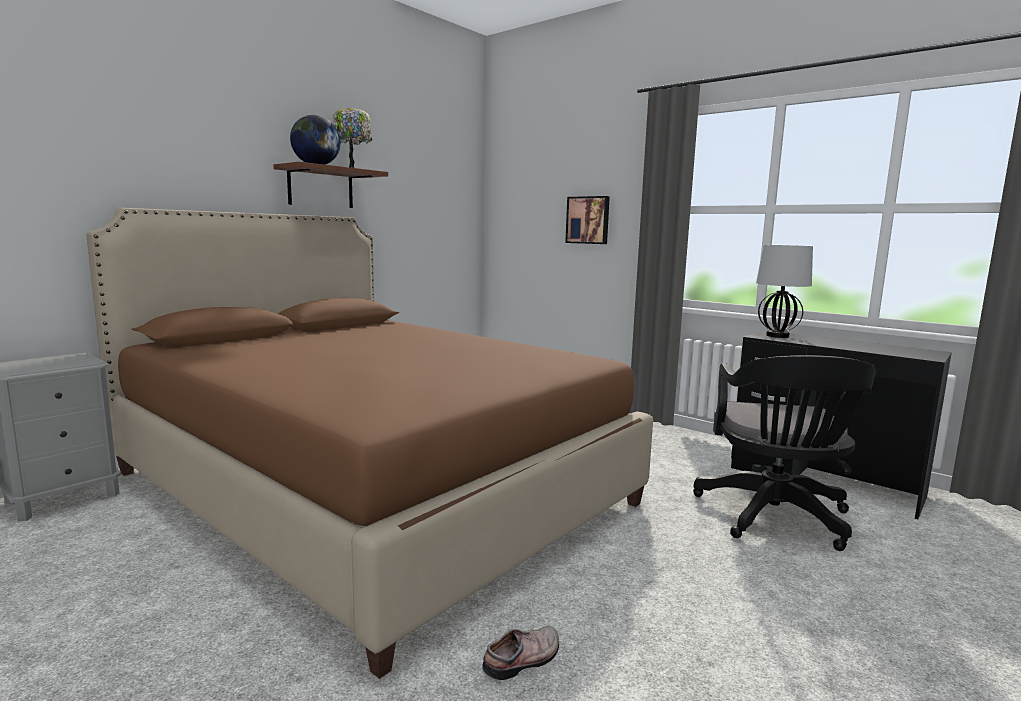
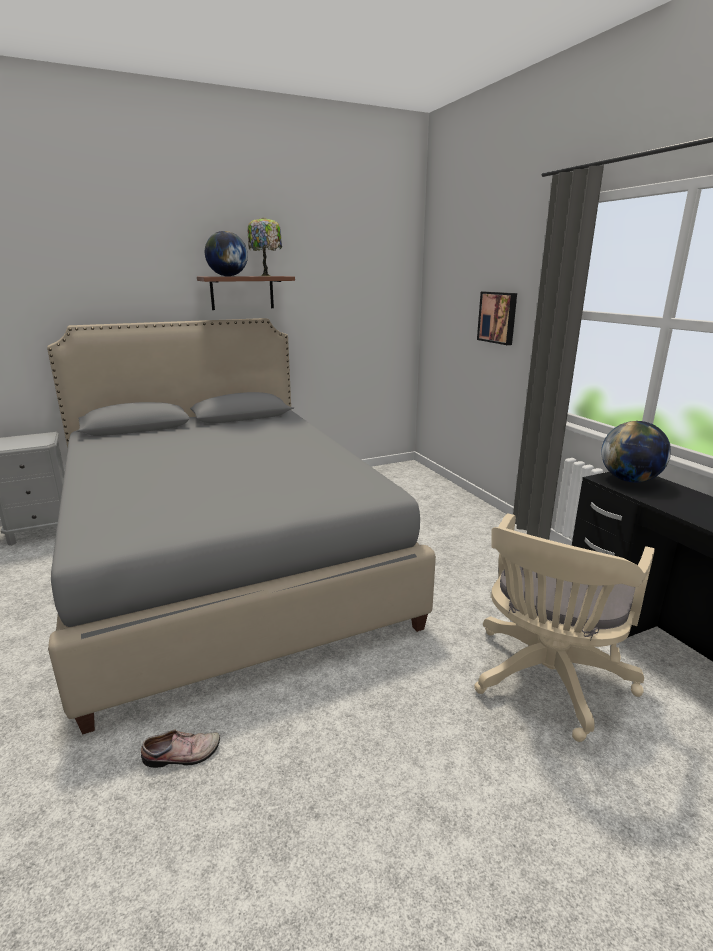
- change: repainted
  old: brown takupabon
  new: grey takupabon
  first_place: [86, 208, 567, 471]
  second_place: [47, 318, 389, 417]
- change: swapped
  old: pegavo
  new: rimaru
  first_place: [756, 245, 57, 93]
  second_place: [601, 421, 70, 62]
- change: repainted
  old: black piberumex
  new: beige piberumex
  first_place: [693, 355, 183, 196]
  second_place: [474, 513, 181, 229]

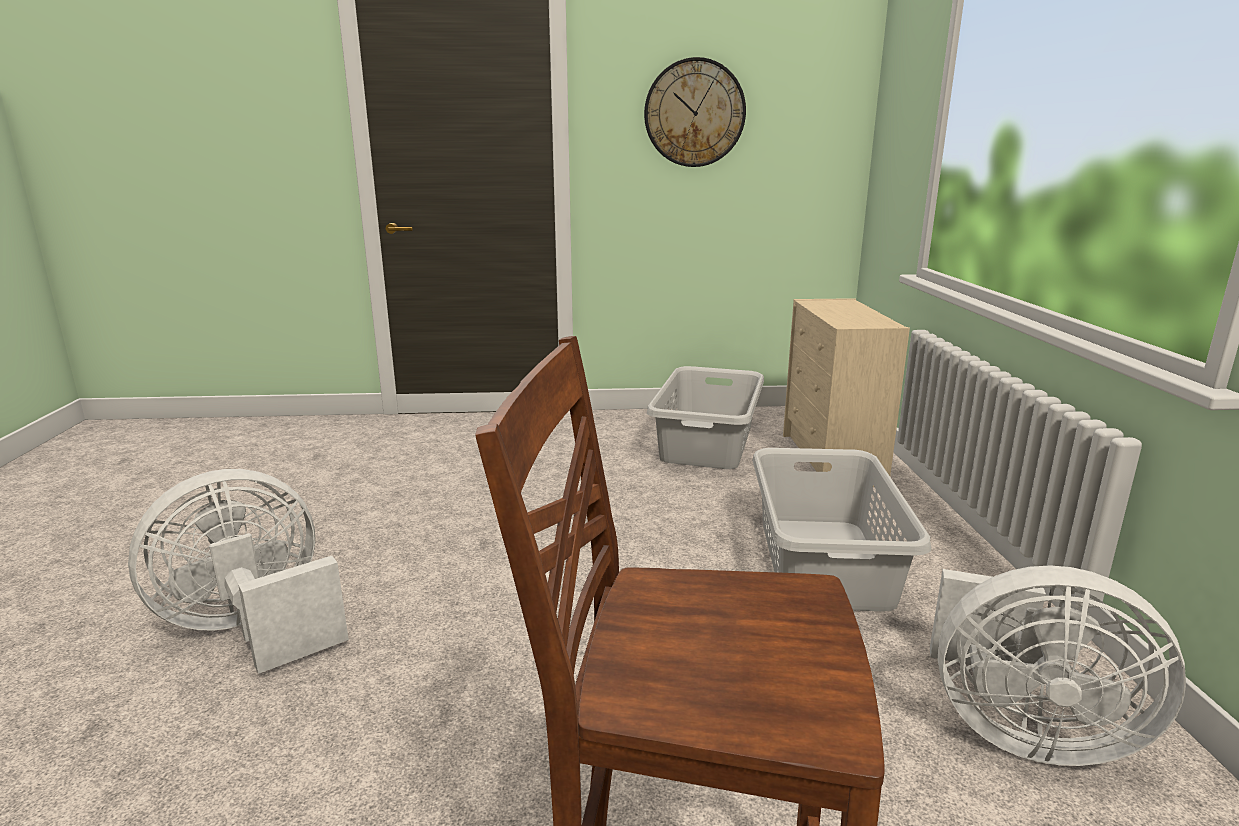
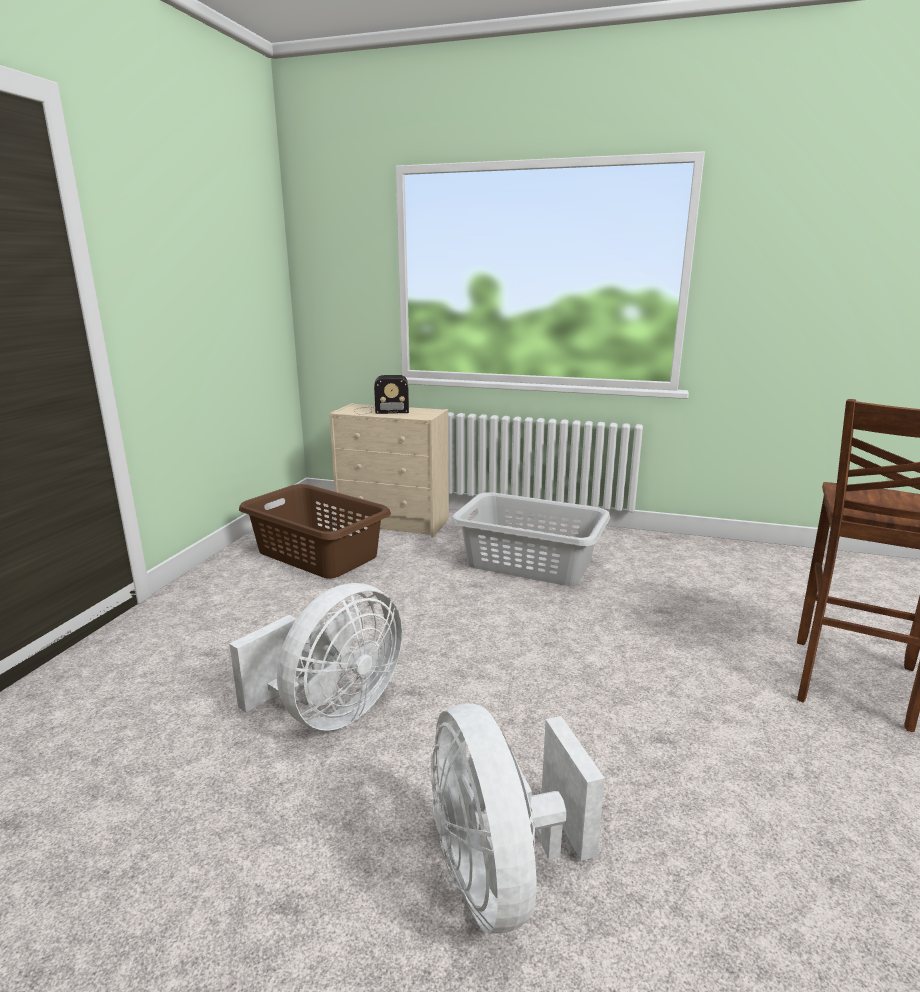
- change: gone
  old: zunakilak
  first_place: [644, 57, 102, 110]
- change: repainted
  old: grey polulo
  new: brown polulo
  first_place: [647, 366, 117, 103]
  second_place: [239, 484, 152, 95]
- change: shifted
  old: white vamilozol
  first_place: [930, 565, 256, 201]
  second_place: [229, 583, 174, 148]
- change: new
  new: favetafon
  second_place: [354, 375, 55, 40]

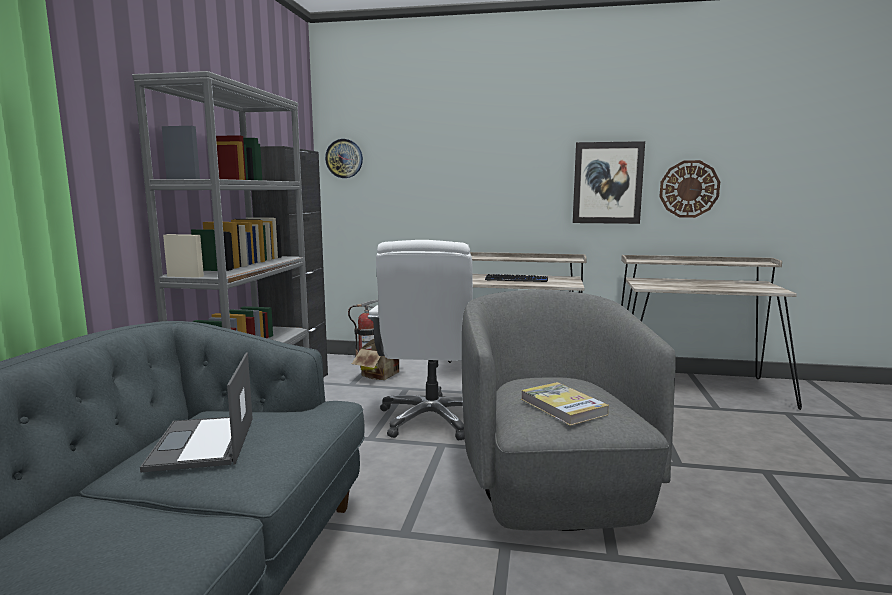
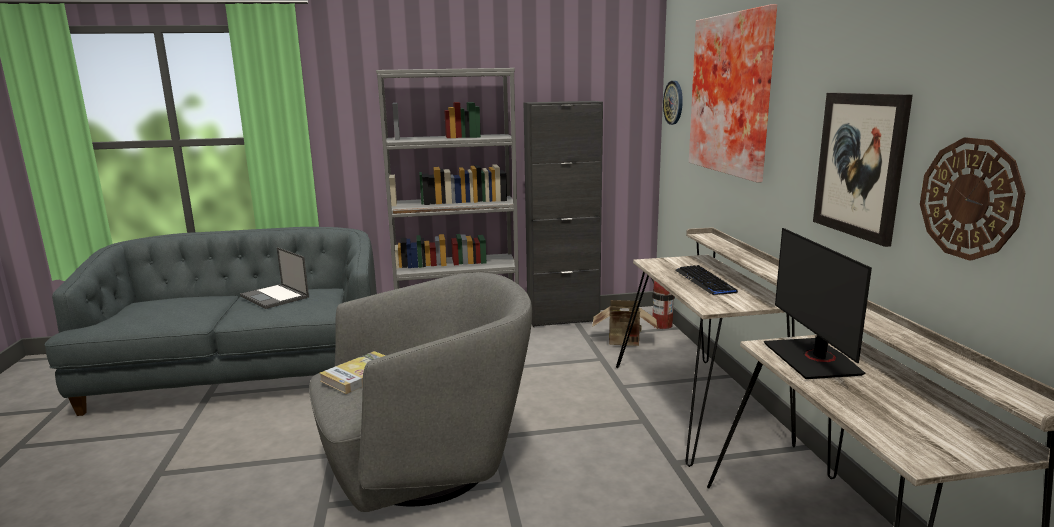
- change: gone
  old: white piberumex
  first_place: [368, 240, 105, 201]
- change: rotated
  old: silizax
  first_place: [140, 352, 113, 120]
  second_place: [240, 247, 69, 62]
  degrees: -105
- change: new
  new: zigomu
  second_place: [689, 4, 88, 179]
- change: new
  new: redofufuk
  second_place: [764, 228, 108, 151]

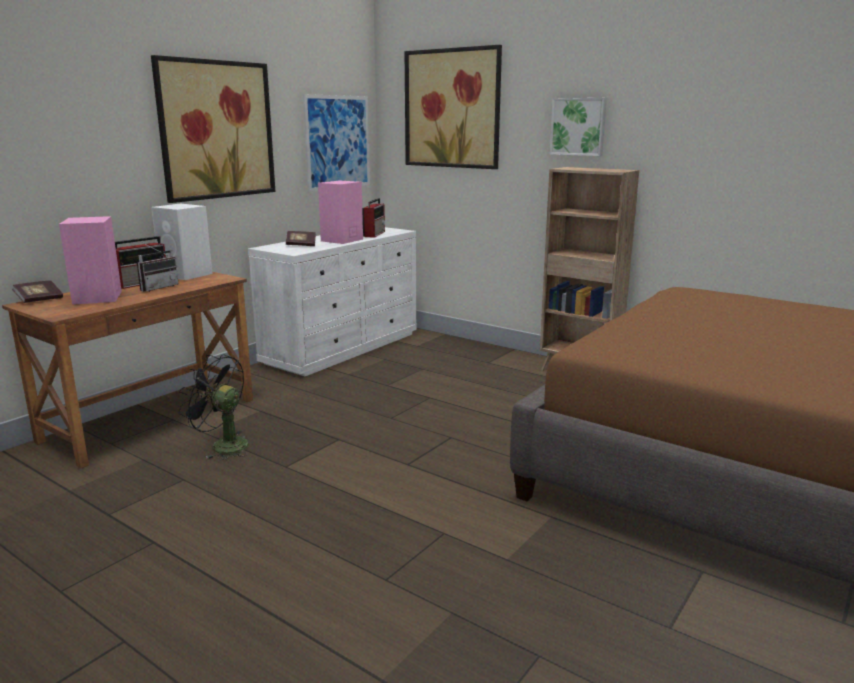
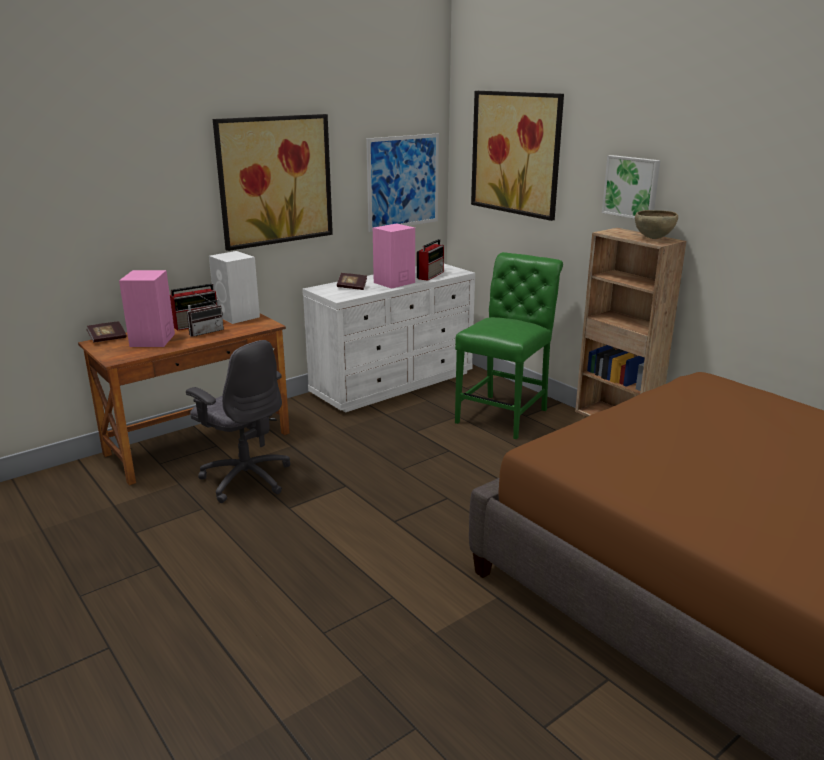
- change: swapped
  old: black vamilozol
  new: grey piberumex
  first_place: [179, 354, 70, 106]
  second_place: [186, 340, 105, 163]
- change: new
  new: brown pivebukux
  second_place: [635, 210, 43, 29]
- change: new
  new: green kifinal
  second_place: [455, 252, 108, 187]

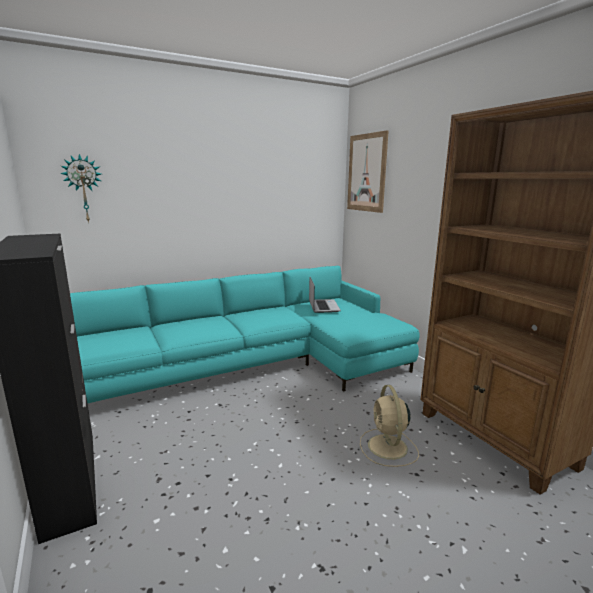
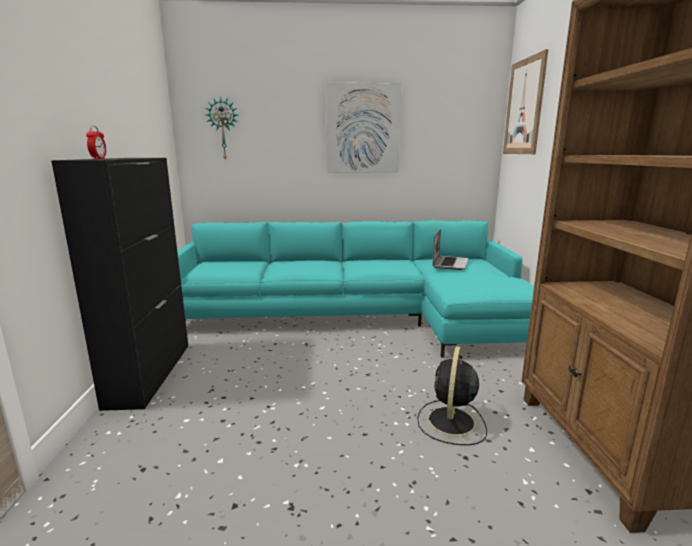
- change: repainted
  old: beige vamilozol
  new: black vamilozol
  first_place: [360, 385, 59, 82]
  second_place: [417, 346, 70, 99]
- change: new
  new: zigomu
  second_place: [326, 83, 75, 90]
- change: new
  new: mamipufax
  second_place: [86, 126, 20, 33]

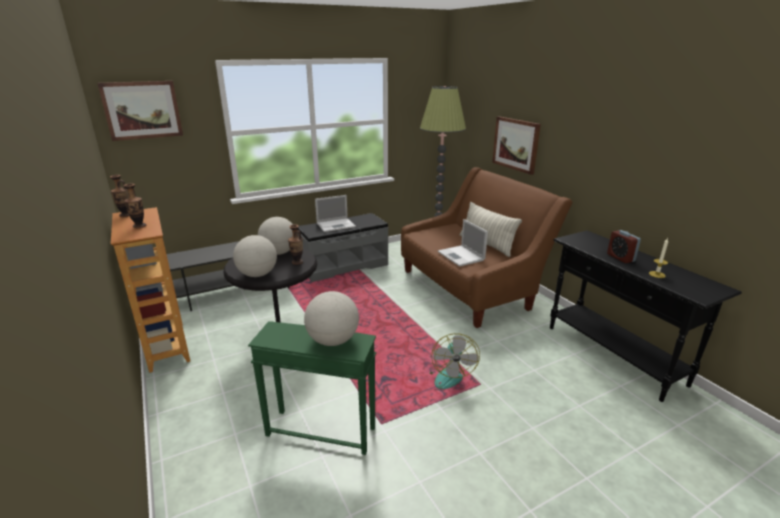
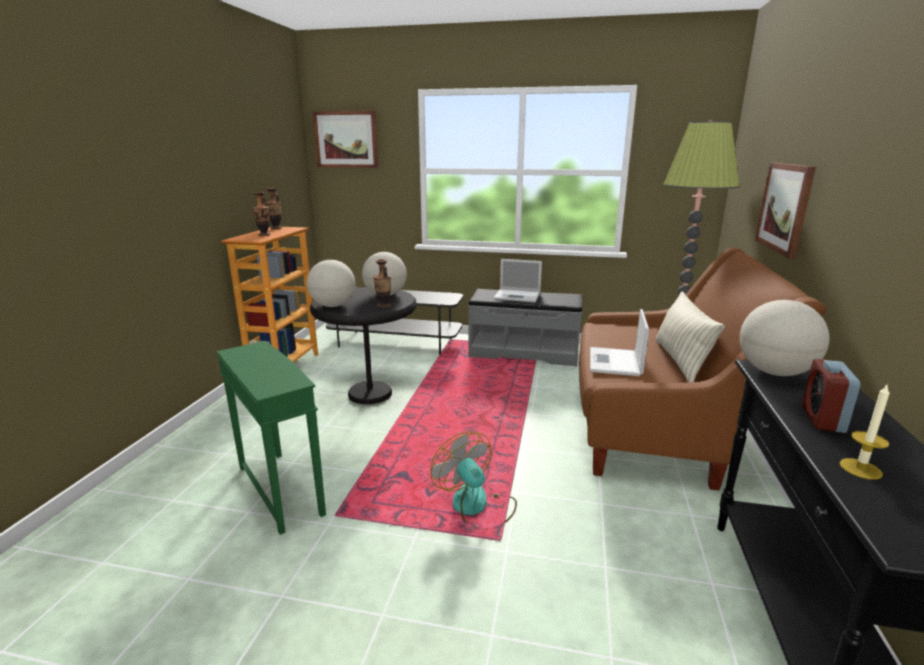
- change: shifted
  old: rimaru
  first_place: [304, 291, 55, 55]
  second_place: [740, 300, 90, 76]
- change: rotated
  old: vamilozol
  first_place: [429, 333, 51, 56]
  second_place: [431, 431, 86, 98]
  degrees: 105

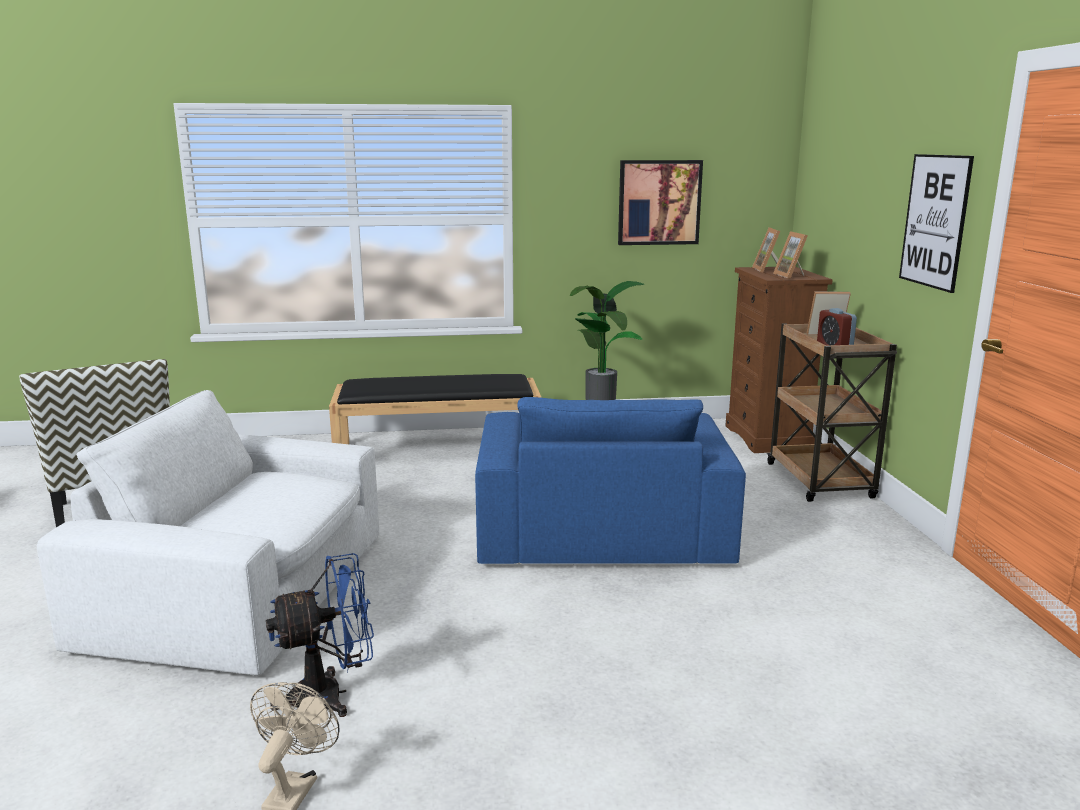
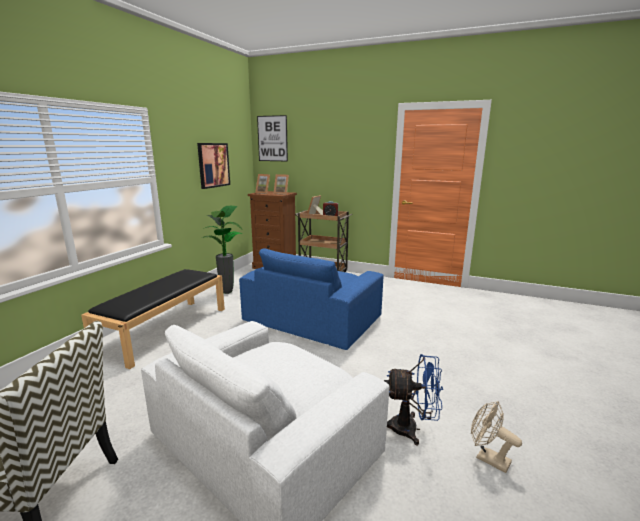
- change: shifted
  old: zigomu
  first_place: [899, 154, 75, 139]
  second_place: [257, 115, 31, 46]
- change: rotated
  old: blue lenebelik
  first_place: [475, 397, 271, 167]
  second_place: [239, 248, 144, 102]
  degrees: 90
- change: rotated
  old: blue vamilozol
  first_place: [266, 553, 108, 164]
  second_place: [384, 354, 59, 92]
  degrees: 90

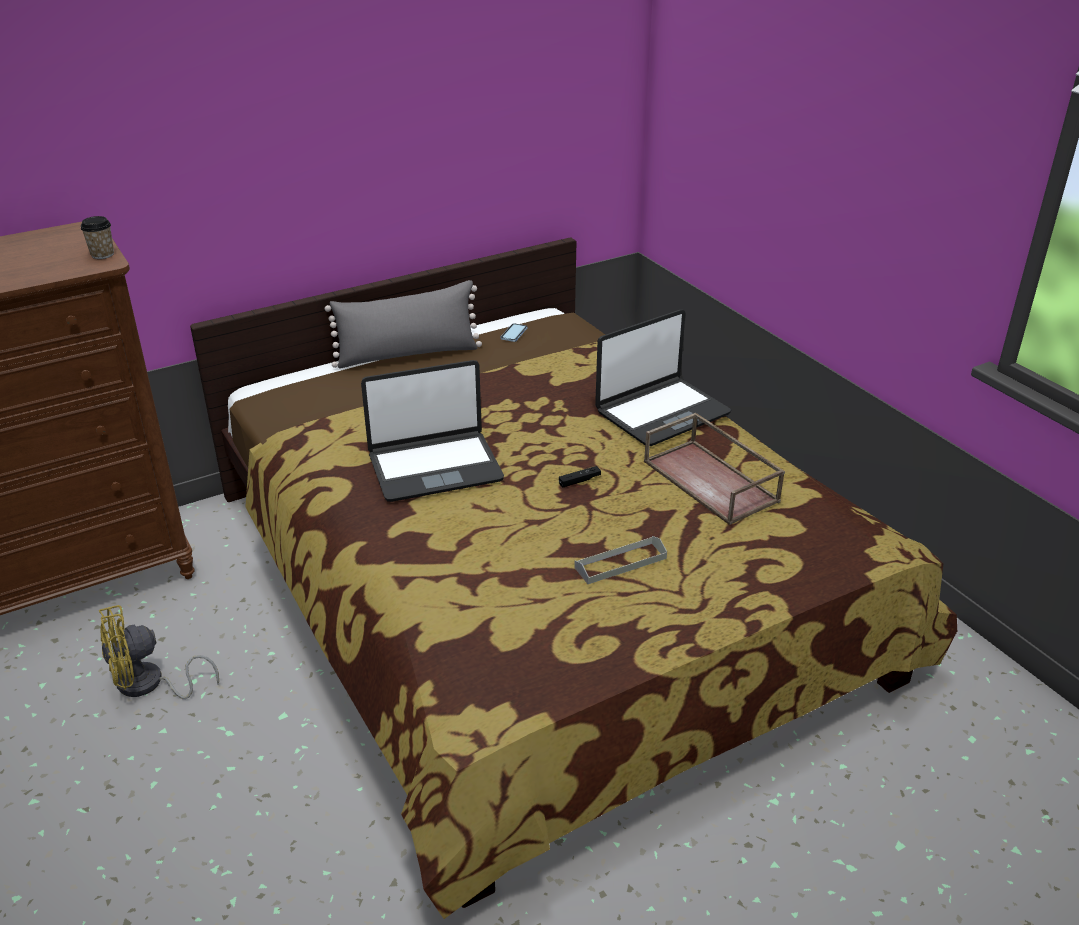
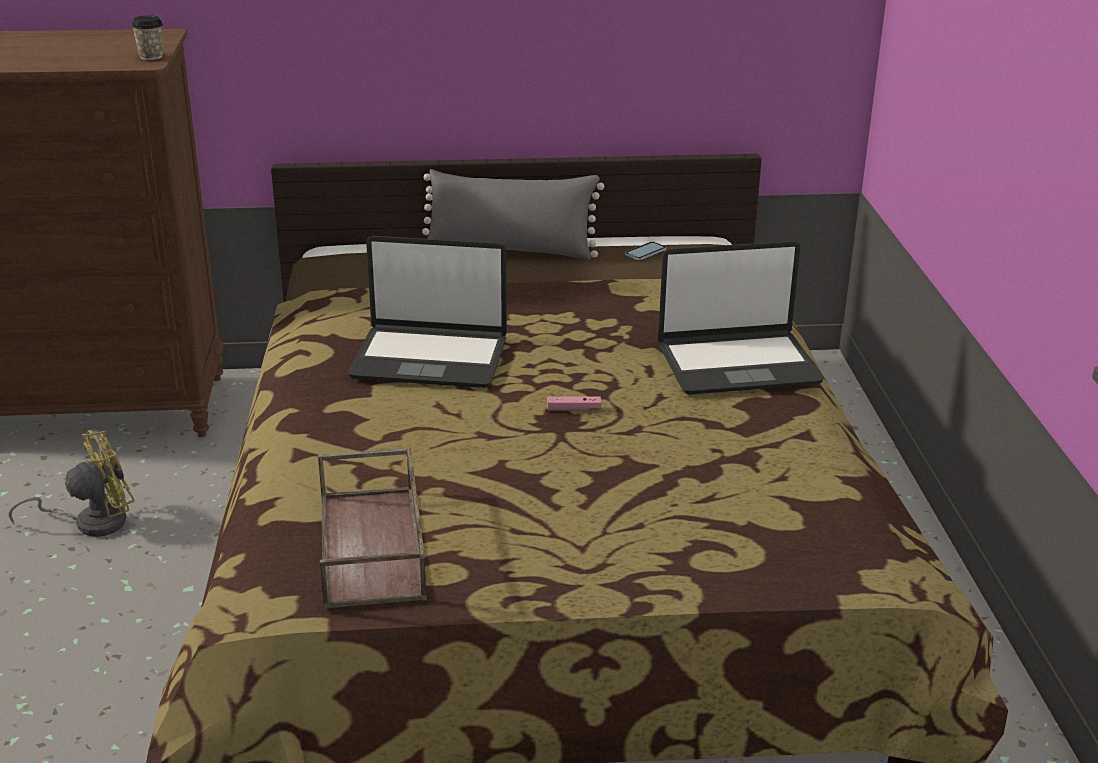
- change: shifted
  old: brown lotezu
  first_place: [644, 413, 141, 112]
  second_place: [318, 448, 109, 161]
- change: repainted
  old: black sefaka
  new: pink sefaka
  first_place: [559, 466, 42, 21]
  second_place: [547, 397, 55, 14]
- change: gone
  old: grey lotezu
  first_place: [574, 536, 93, 48]
- change: rotated
  old: yellow vamilozol
  first_place: [99, 605, 120, 94]
  second_place: [8, 430, 127, 107]
  degrees: 150

